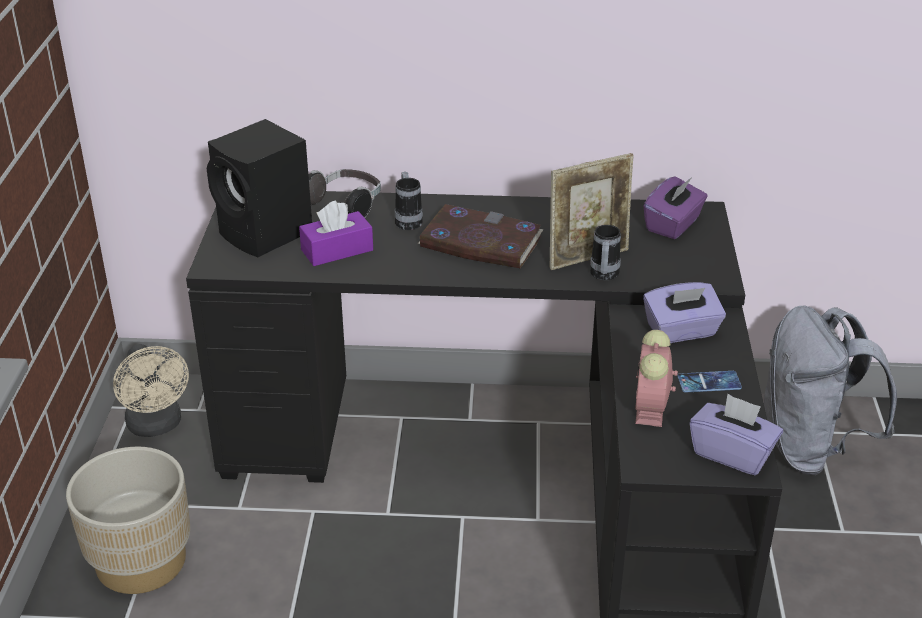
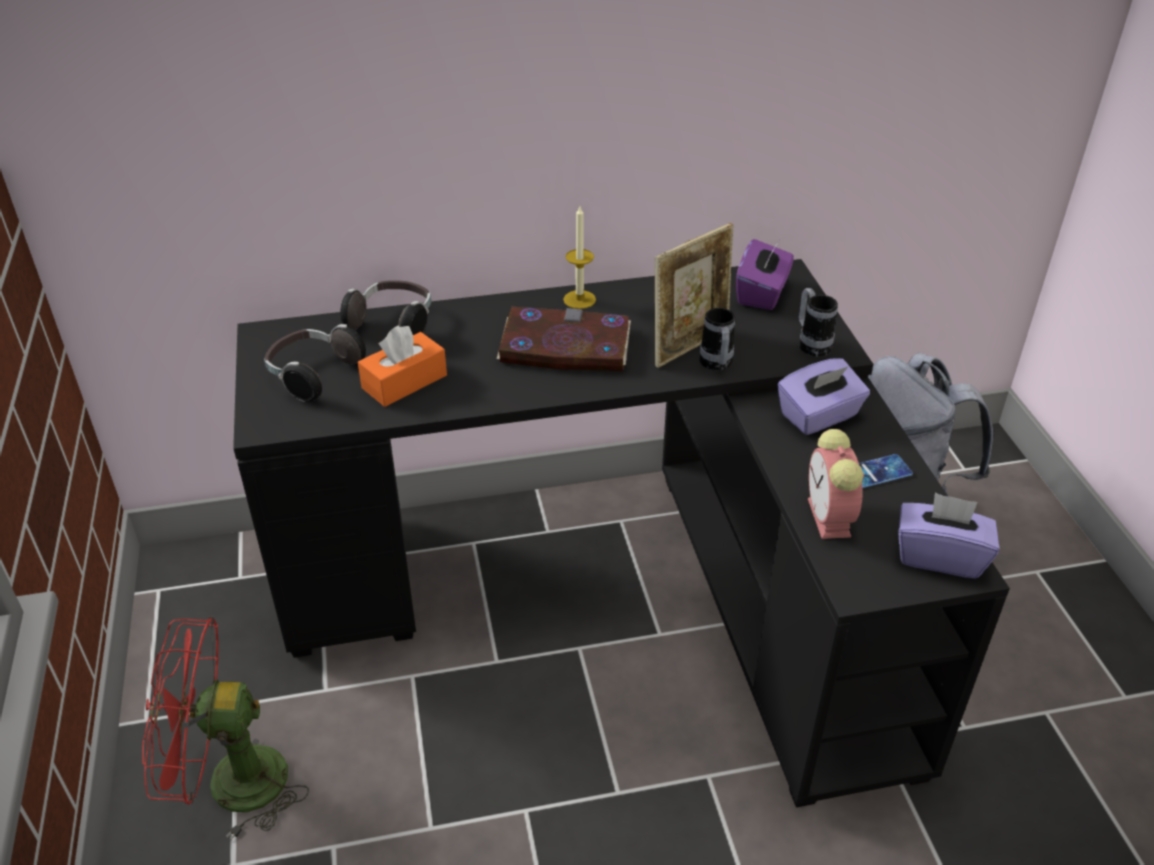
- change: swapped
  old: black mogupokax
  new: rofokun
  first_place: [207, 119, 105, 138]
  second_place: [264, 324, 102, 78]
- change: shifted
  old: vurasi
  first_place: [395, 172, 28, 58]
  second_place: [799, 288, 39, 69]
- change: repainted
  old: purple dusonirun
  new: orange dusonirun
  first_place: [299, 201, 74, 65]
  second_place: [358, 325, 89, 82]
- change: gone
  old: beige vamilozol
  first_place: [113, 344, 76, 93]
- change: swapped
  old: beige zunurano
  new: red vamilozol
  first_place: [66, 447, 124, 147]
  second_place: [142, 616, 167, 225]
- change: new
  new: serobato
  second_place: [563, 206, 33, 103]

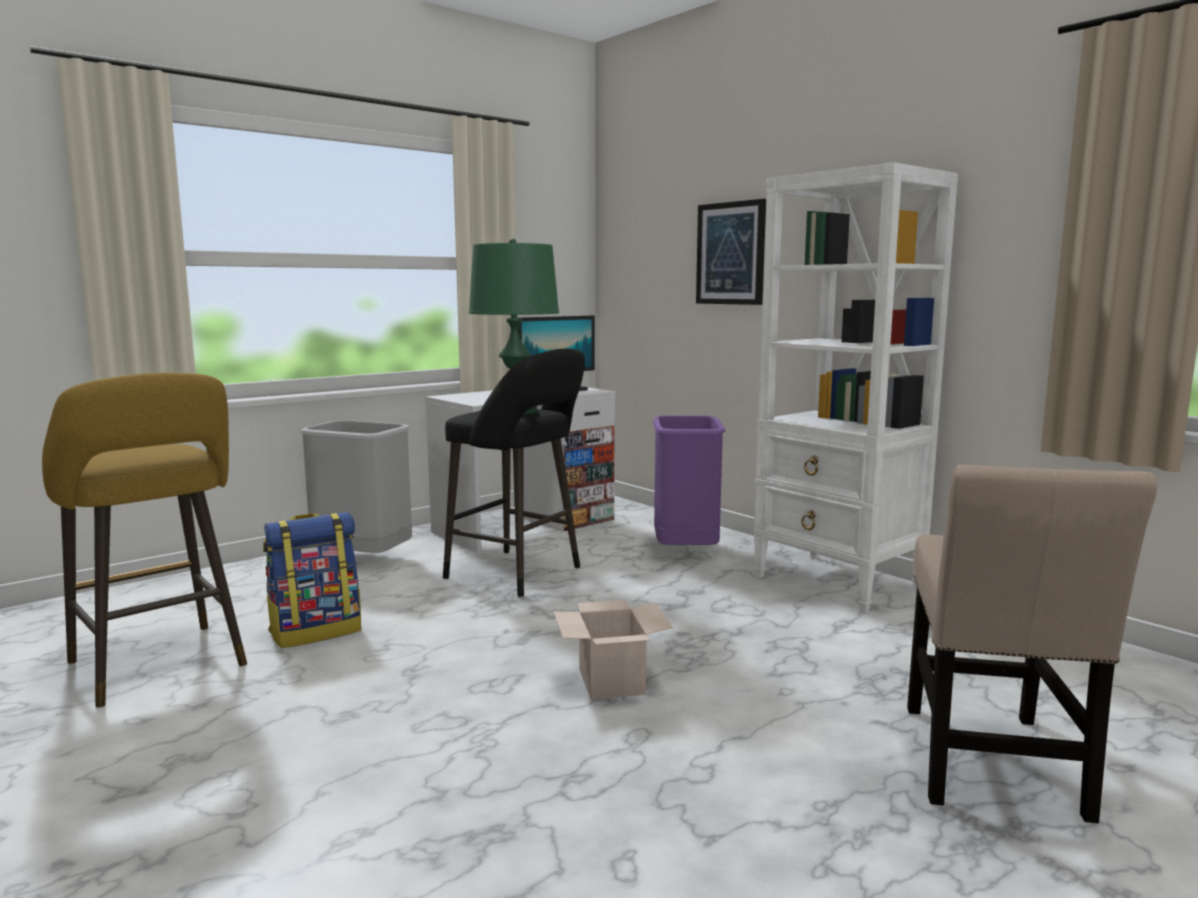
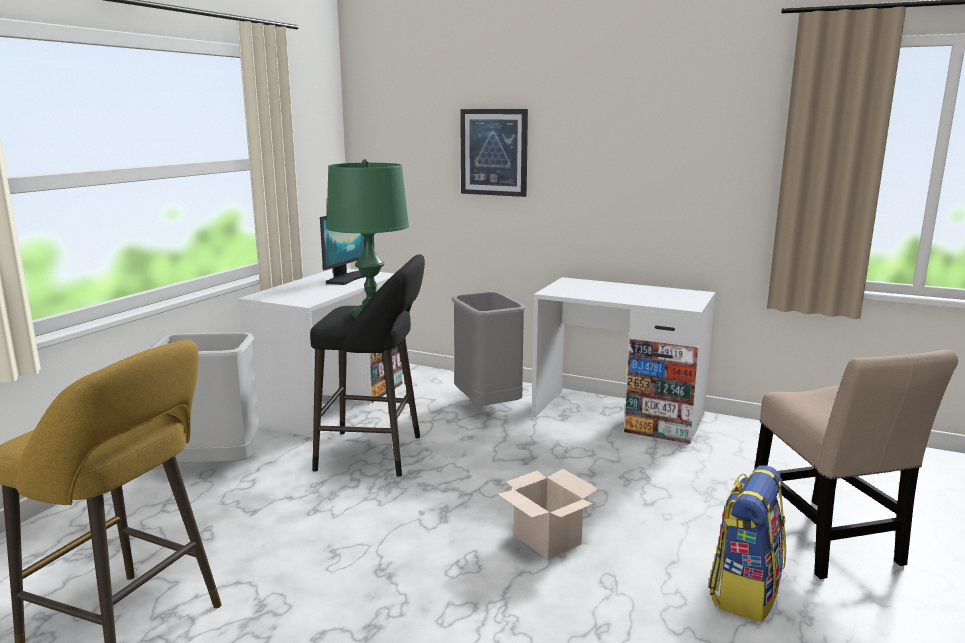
- change: swapped
  old: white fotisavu
  new: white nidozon
  first_place: [753, 162, 205, 451]
  second_place: [532, 277, 183, 167]
- change: repainted
  old: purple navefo
  new: grey navefo
  first_place: [653, 416, 72, 129]
  second_place: [452, 292, 74, 113]
- change: shifted
  old: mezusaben
  first_place: [263, 512, 98, 136]
  second_place: [708, 465, 78, 157]

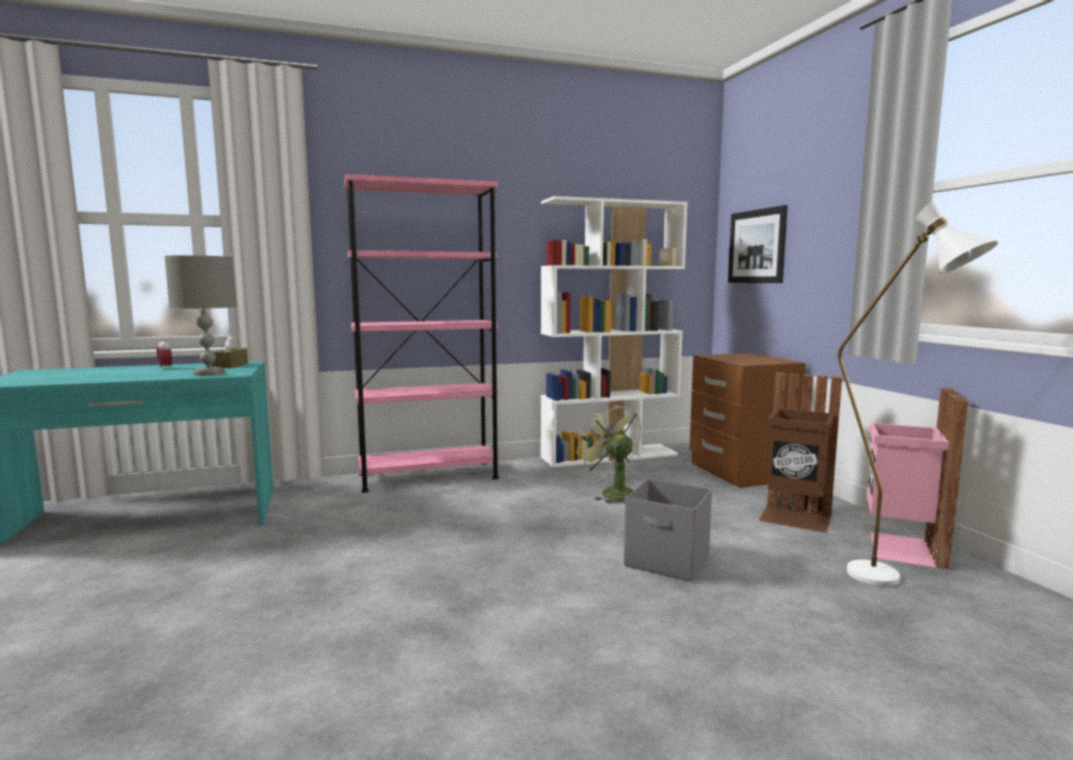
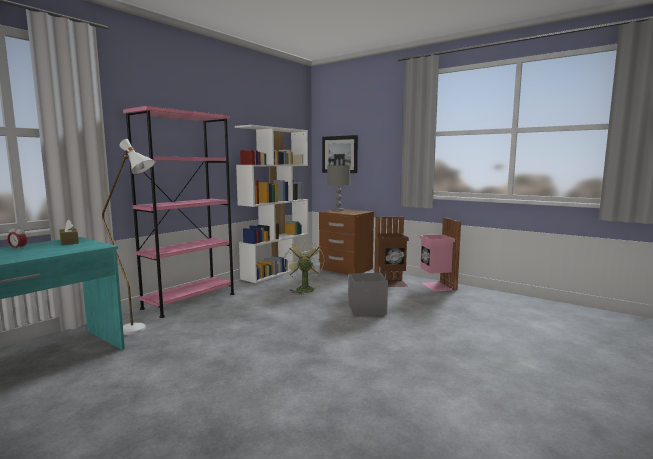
- change: shifted
  old: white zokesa
  first_place: [838, 201, 160, 386]
  second_place: [102, 139, 54, 196]
- change: shifted
  old: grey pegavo
  first_place: [165, 255, 72, 121]
  second_place: [327, 165, 23, 46]
- change: rotated
  old: green vamilozol
  first_place: [576, 403, 65, 101]
  second_place: [284, 240, 41, 55]
  degrees: 60

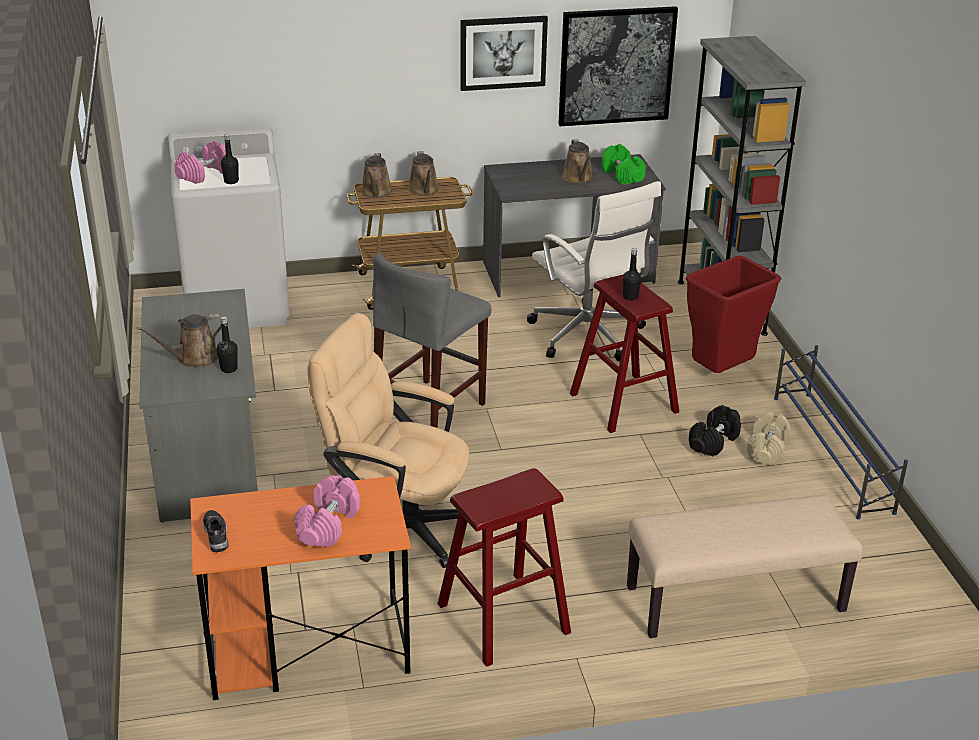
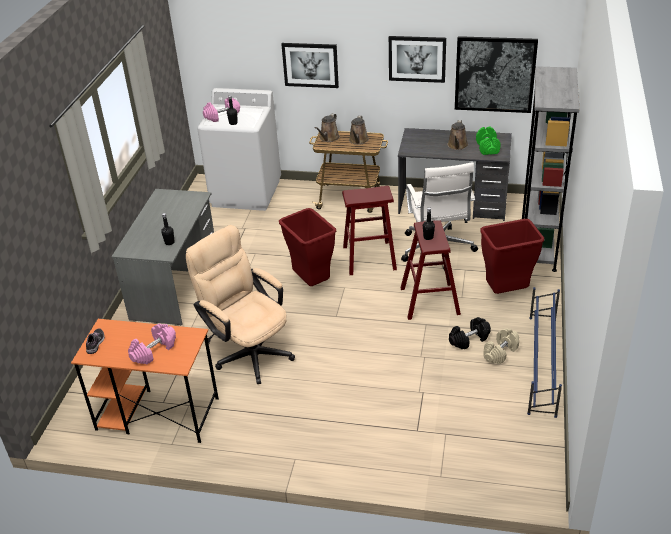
- change: swapped
  old: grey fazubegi
  new: red navefo
  first_place: [373, 253, 118, 175]
  second_place: [279, 208, 57, 78]
- change: gone
  old: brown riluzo
  first_place: [136, 314, 86, 53]
- change: shifted
  old: red fazubegi
  first_place: [438, 468, 133, 199]
  second_place: [342, 186, 55, 89]
- change: gone
  old: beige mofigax
  first_place: [627, 495, 236, 143]
- change: new
  new: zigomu
  second_place: [281, 43, 58, 45]

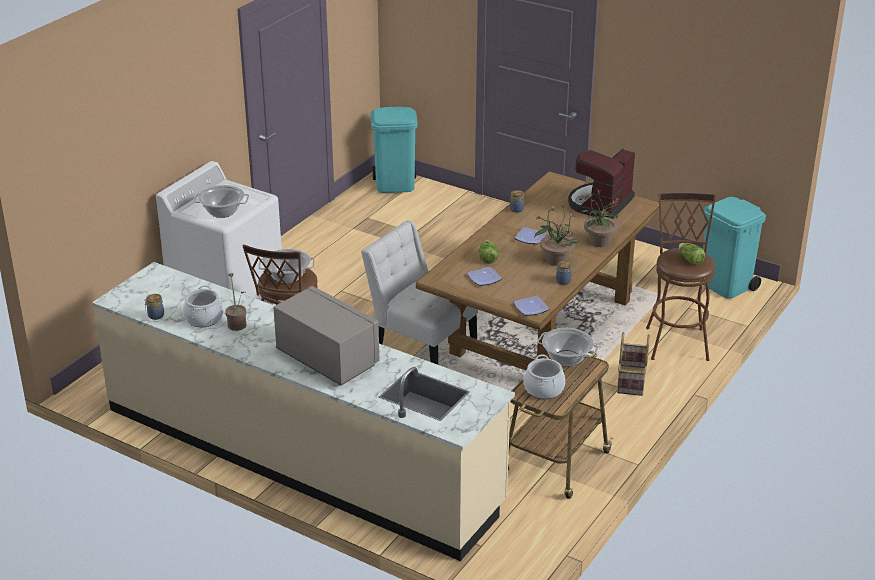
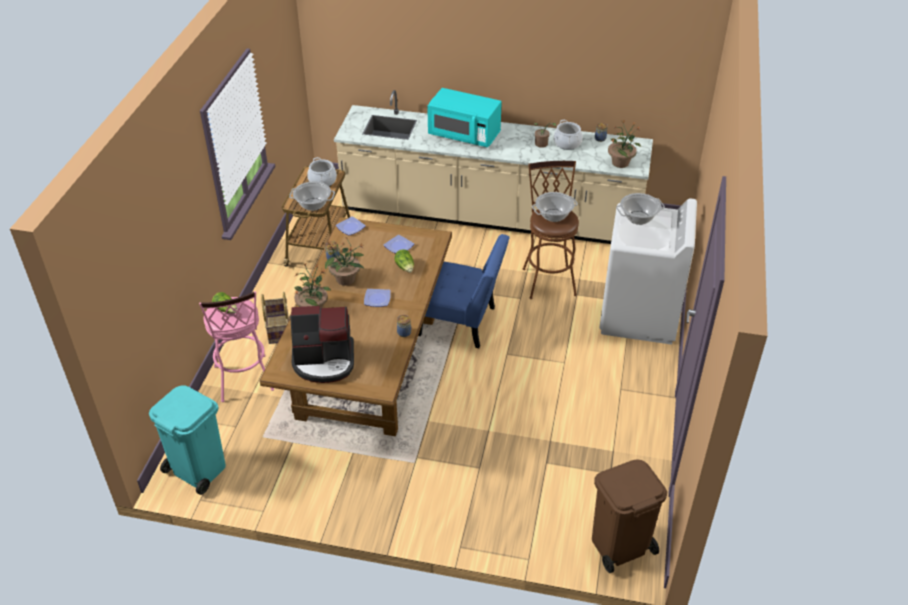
- change: repainted
  old: turquoise navefo
  new: brown navefo
  first_place: [370, 106, 48, 87]
  second_place: [592, 459, 75, 114]
- change: rotated
  old: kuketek
  first_place: [568, 149, 67, 70]
  second_place: [290, 306, 64, 77]
  degrees: 75
- change: repainted
  old: brown fazubegi
  new: pink fazubegi
  first_place: [646, 193, 70, 168]
  second_place: [199, 291, 75, 111]
- change: repainted
  old: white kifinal
  new: blue kifinal
  first_place: [361, 221, 117, 144]
  second_place: [418, 234, 92, 114]
- change: repainted
  old: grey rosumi
  new: turquoise rosumi
  first_place: [273, 286, 106, 100]
  second_place: [427, 88, 75, 59]
- change: new
  new: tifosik
  second_place: [608, 121, 33, 47]

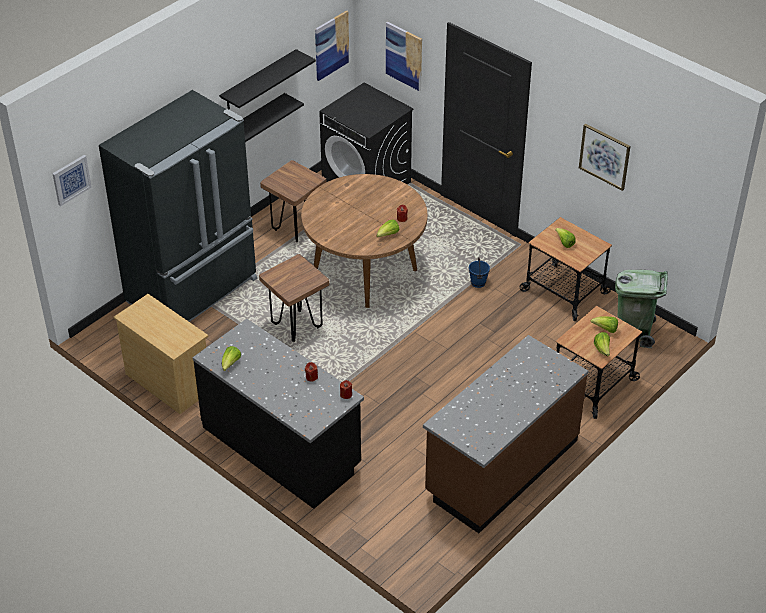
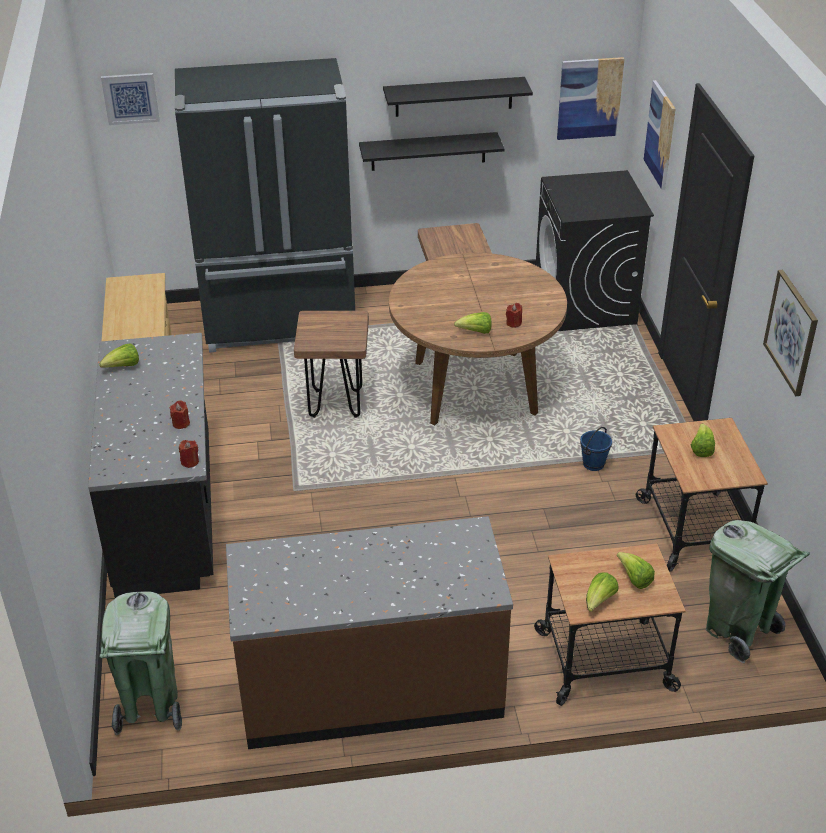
- change: new
  new: green navefo
  second_place: [99, 591, 83, 144]

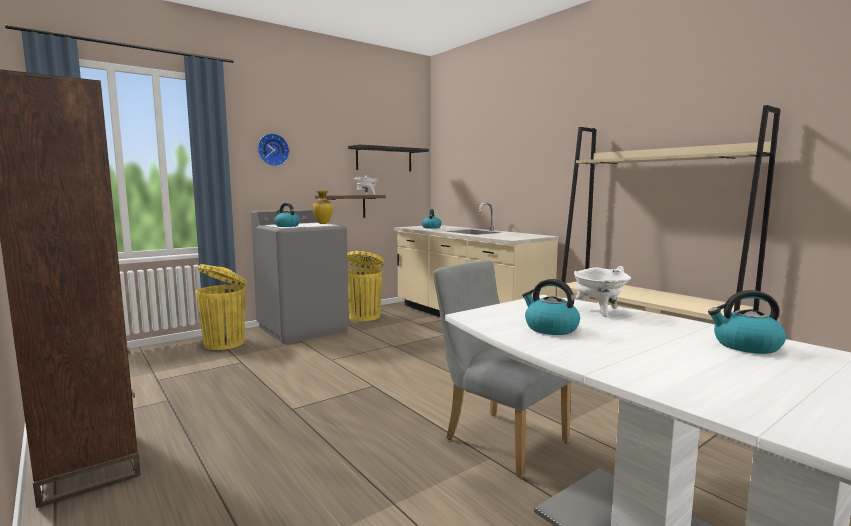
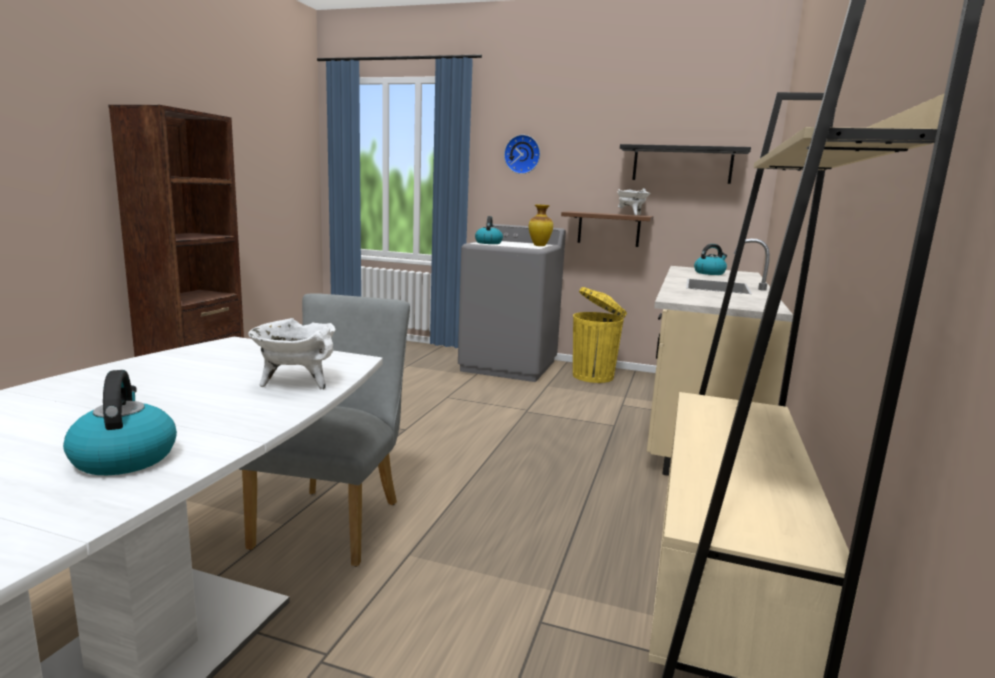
- change: gone
  old: yellow navefo
  first_place: [196, 264, 51, 86]
- change: gone
  old: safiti
  first_place: [522, 279, 58, 56]

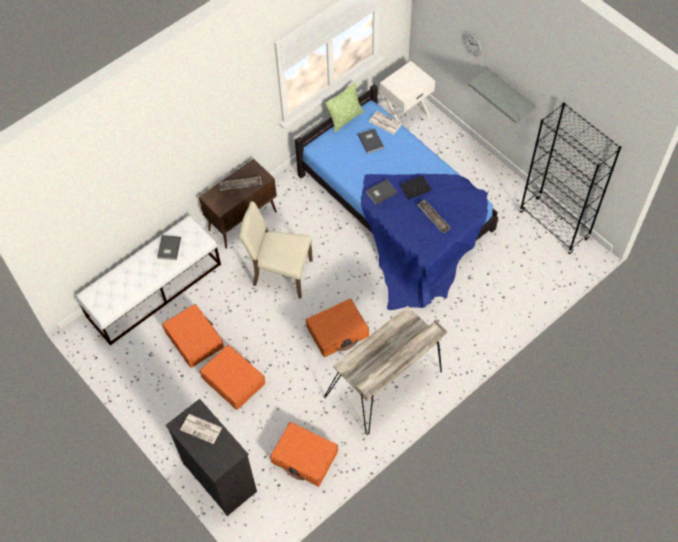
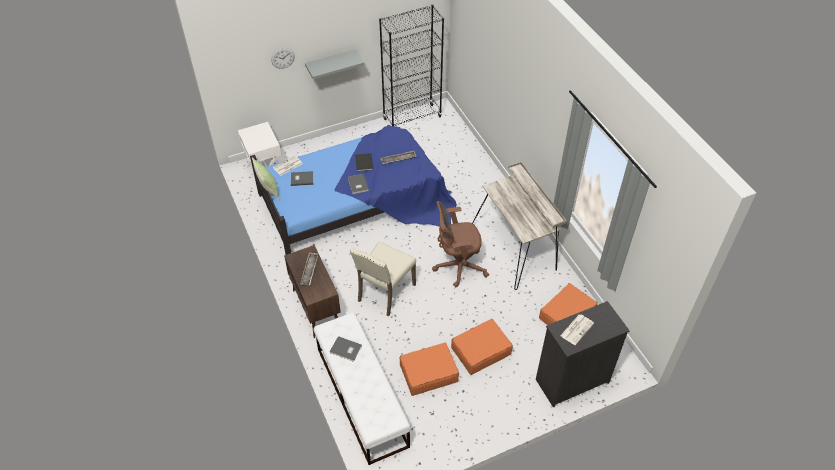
- change: swapped
  old: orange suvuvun
  new: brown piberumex
  first_place: [306, 299, 63, 58]
  second_place: [432, 201, 57, 87]

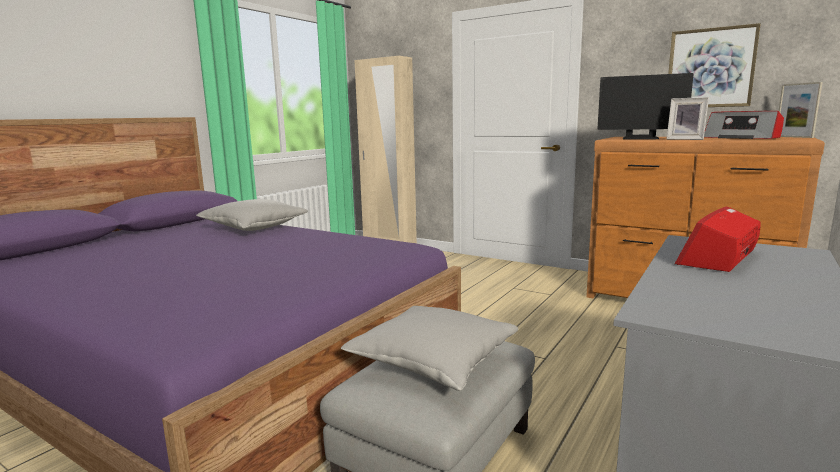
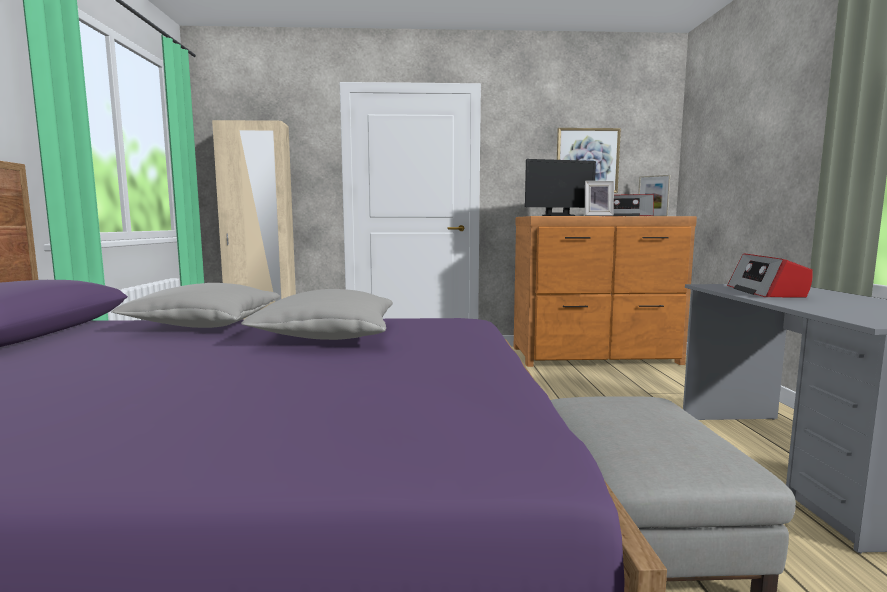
- change: shifted
  old: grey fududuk
  first_place: [341, 306, 177, 85]
  second_place: [241, 289, 152, 51]

